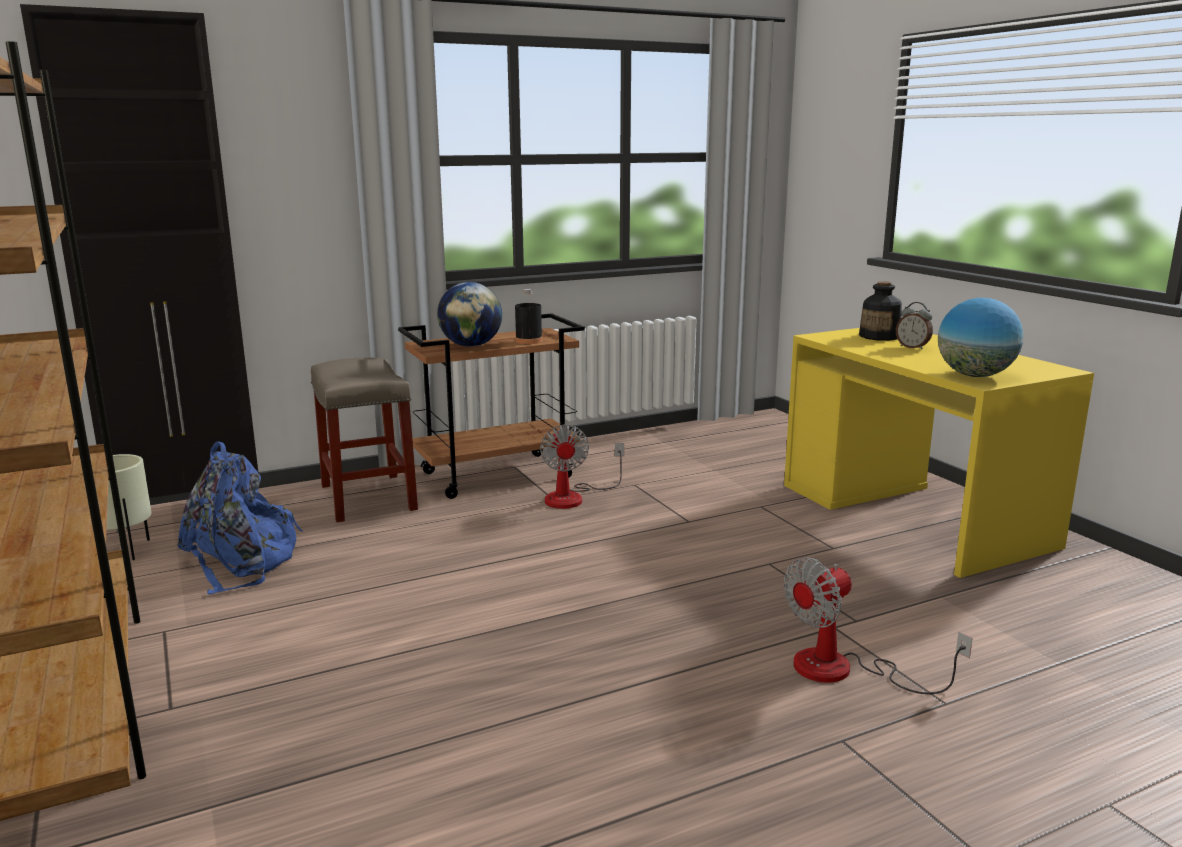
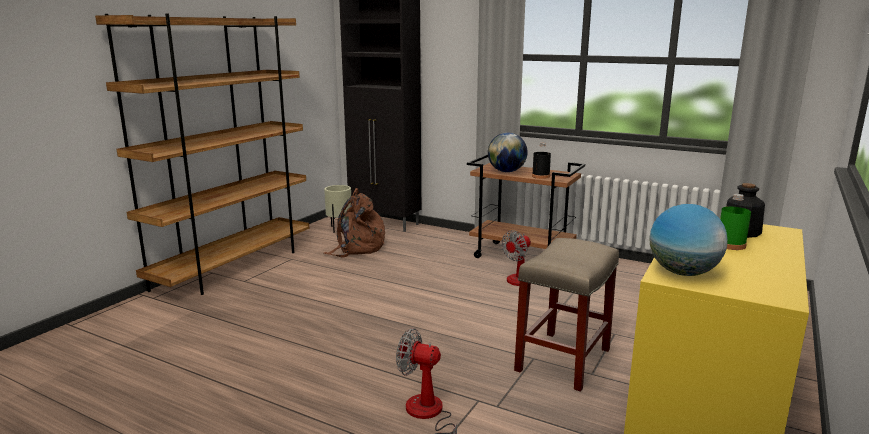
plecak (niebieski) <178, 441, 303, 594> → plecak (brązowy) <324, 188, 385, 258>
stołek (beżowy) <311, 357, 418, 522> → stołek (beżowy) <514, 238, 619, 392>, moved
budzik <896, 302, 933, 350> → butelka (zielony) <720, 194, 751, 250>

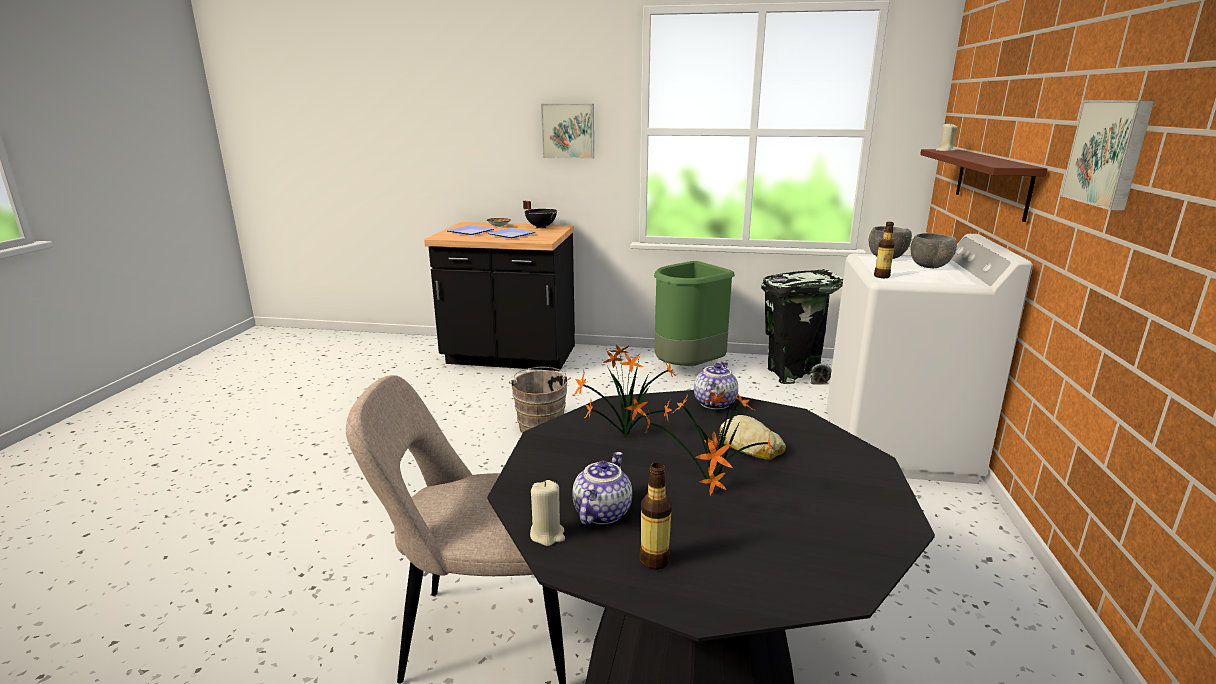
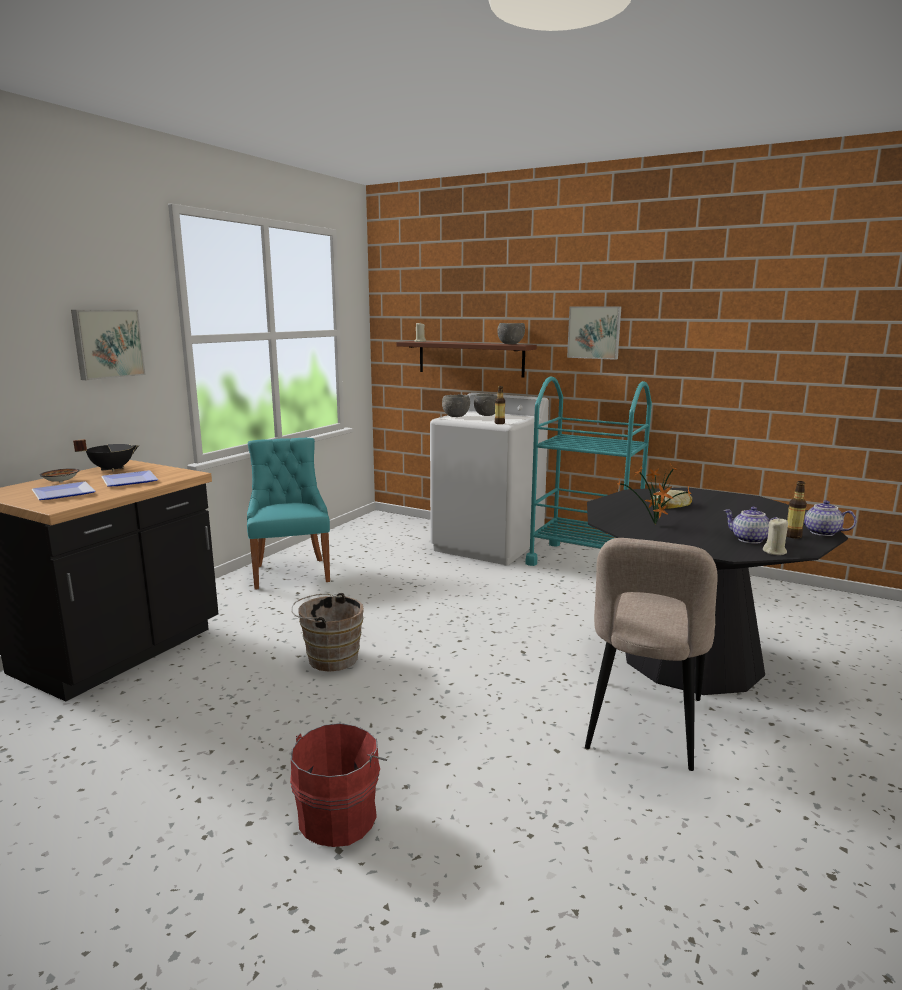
roślina doniczkowa <645, 390, 772, 495> → -
kosz na śmieci (zielony) <654, 261, 735, 366> → krzesło (turkusowy) <247, 438, 330, 590>
imbryk <694, 361, 738, 410> → imbryk <803, 500, 857, 536>, moved
kosz na śmieci (czarny) <761, 269, 843, 385> → -
- → wiadro (czerwony) <290, 723, 387, 847>
- → miska (szary) <497, 323, 525, 344>
- → wózek (turkusowy) <525, 377, 652, 566>

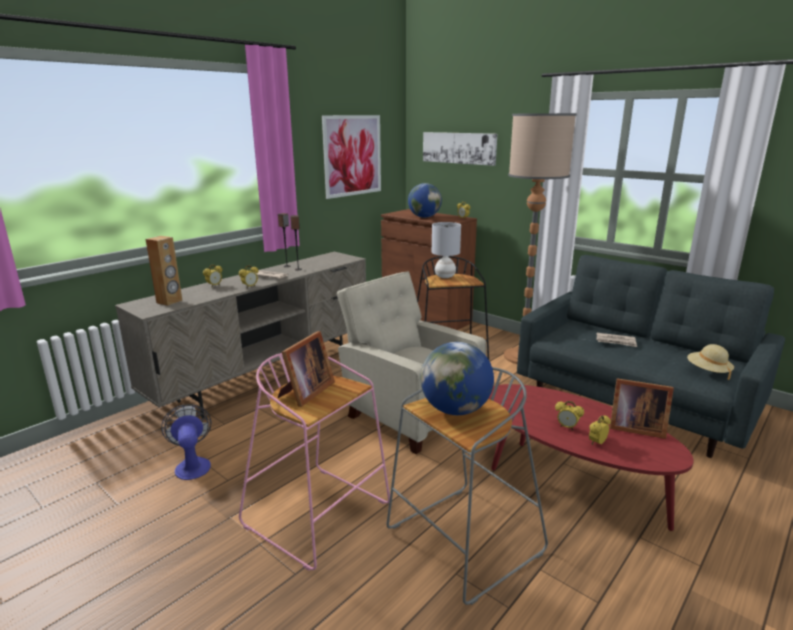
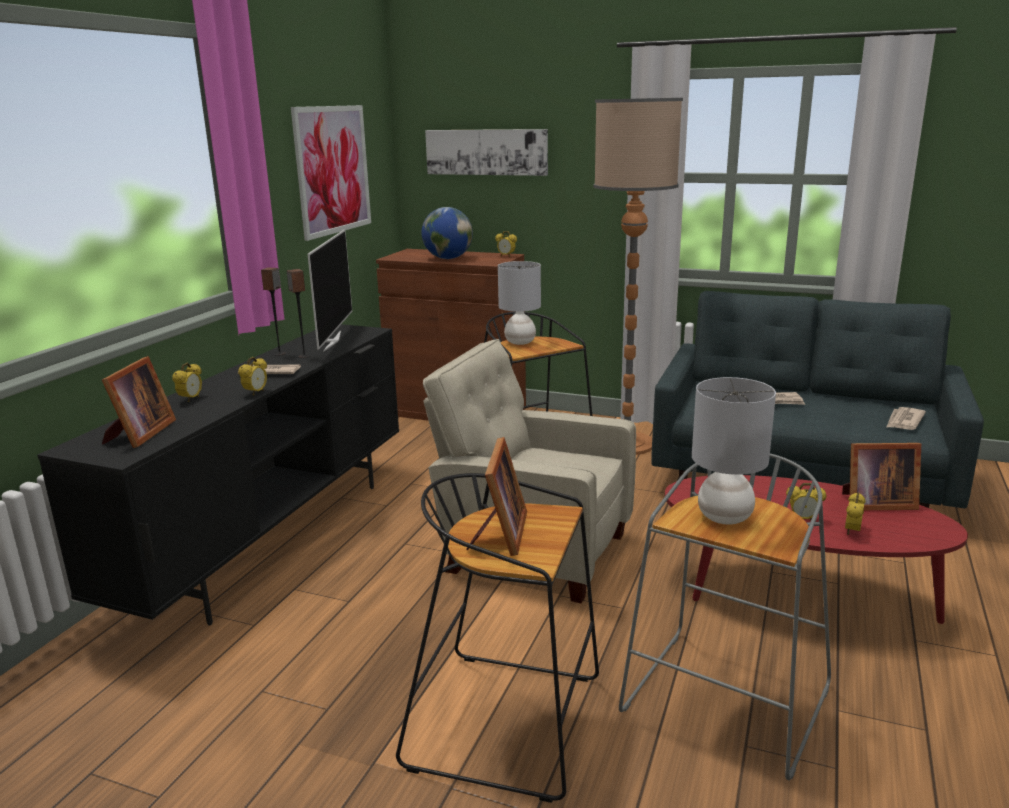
szafka pod telewizor (beżowy) <115, 252, 366, 419> → szafka pod telewizor (czarny) <37, 324, 399, 626>
głośnik (brązowy) <146, 236, 183, 306> → ramka na zdjęcie <102, 356, 176, 448>
wentylator <161, 404, 211, 480> → -
stołek (różowy) <239, 353, 390, 571> → stołek (czarny) <396, 473, 599, 803>
globus <420, 342, 494, 415> → lampa stołowa (szary) <692, 377, 776, 525>
kapelusz (beżowy) <687, 344, 734, 380> → gazeta <886, 407, 926, 430>
- → telewizor <307, 229, 352, 352>

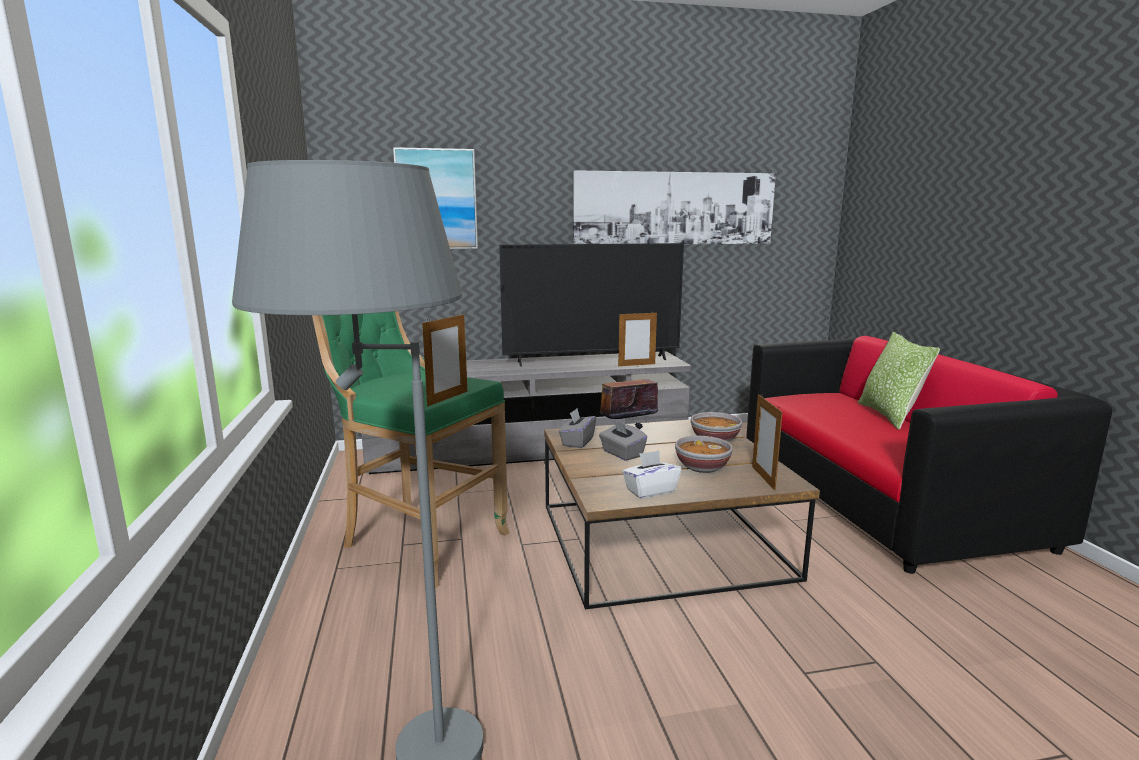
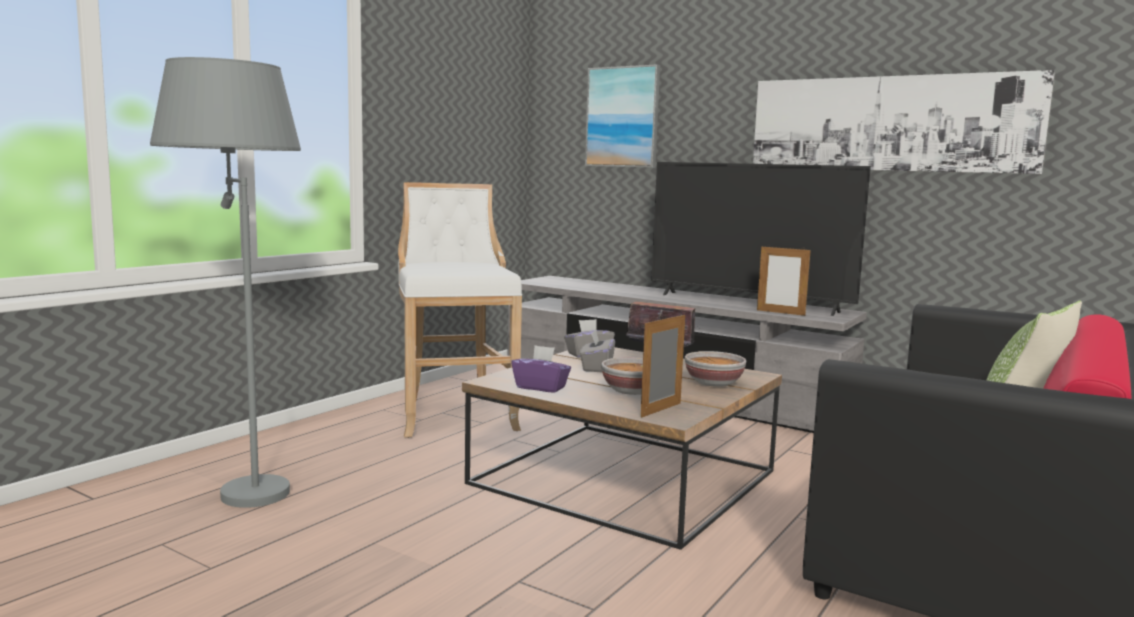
stołek (zielony) <312, 311, 510, 588> → stołek (biały) <398, 182, 522, 438>
ramka na zdjęcie <422, 313, 467, 406> → -
pudełko chusteczek (biały) <622, 450, 681, 498> → pudełko chusteczek (fioletowy) <511, 345, 571, 393>

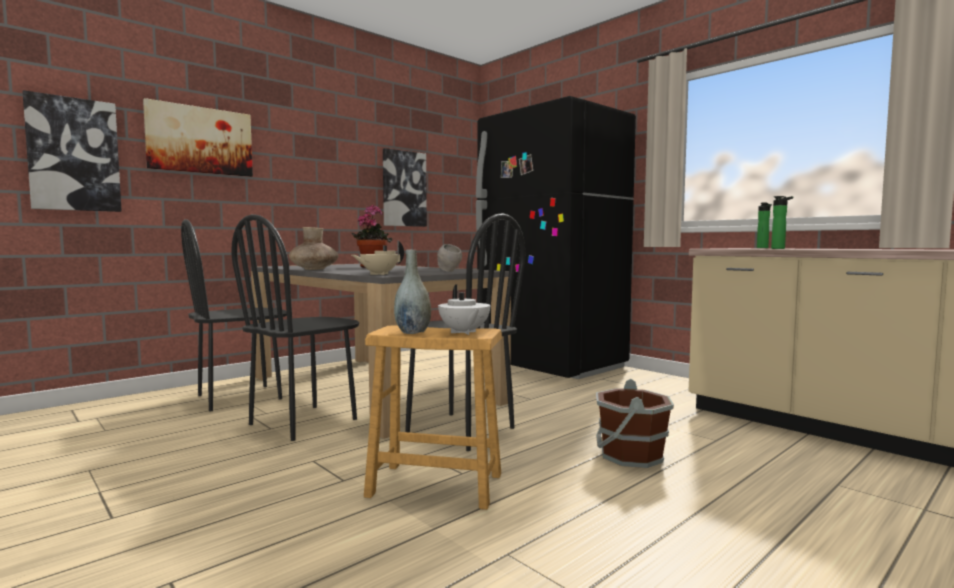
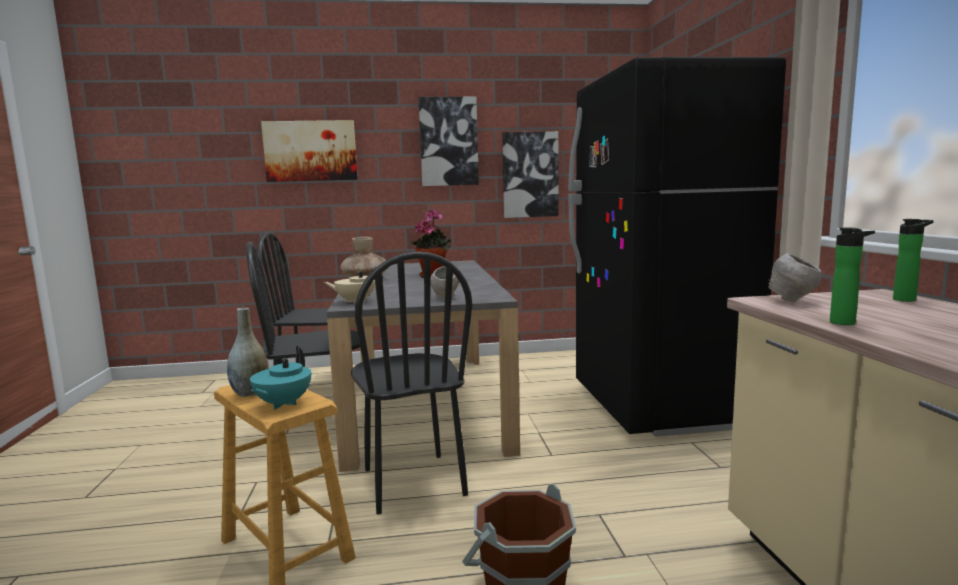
obraz <23, 90, 122, 212> → obraz <418, 96, 479, 186>, moved
imbryk (biały) <438, 285, 490, 335> → imbryk (turkusowy) <250, 346, 311, 410>
- → miska (szary) <768, 253, 821, 302>

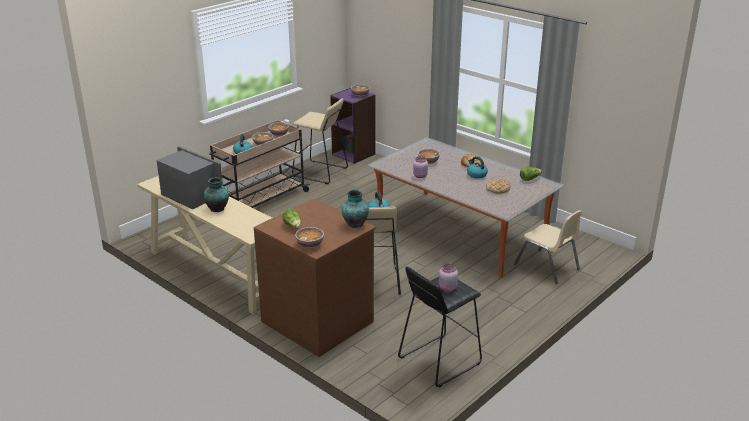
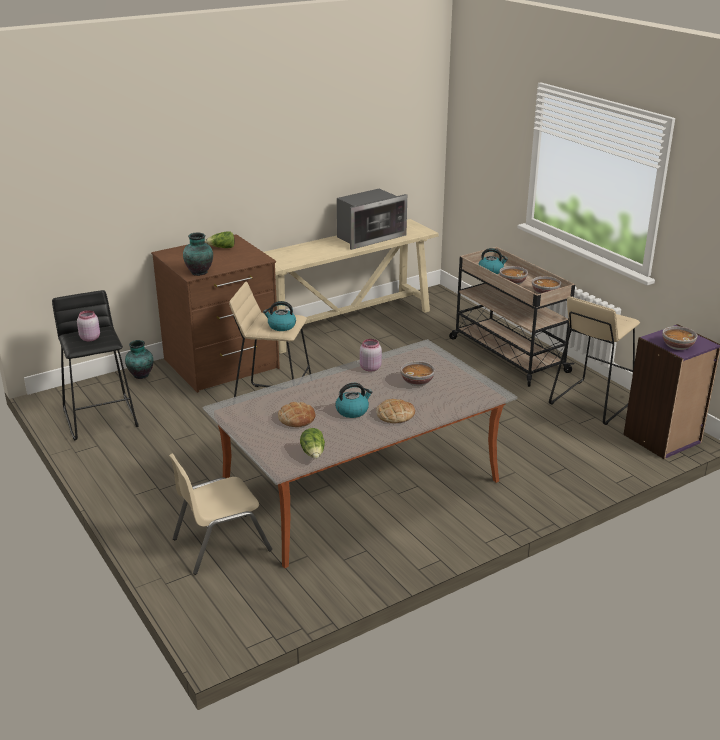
wazon <204, 177, 229, 212> → wazon <125, 340, 153, 379>, moved
miska <295, 227, 324, 248> → -

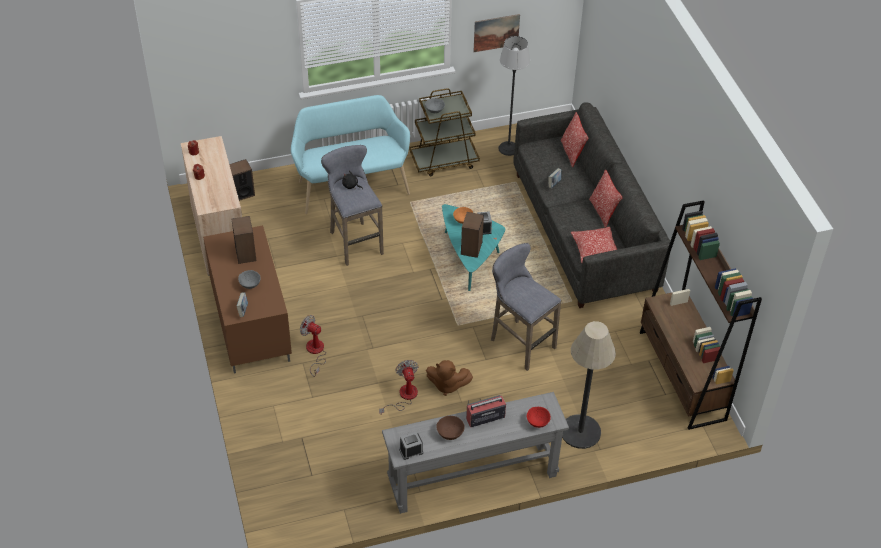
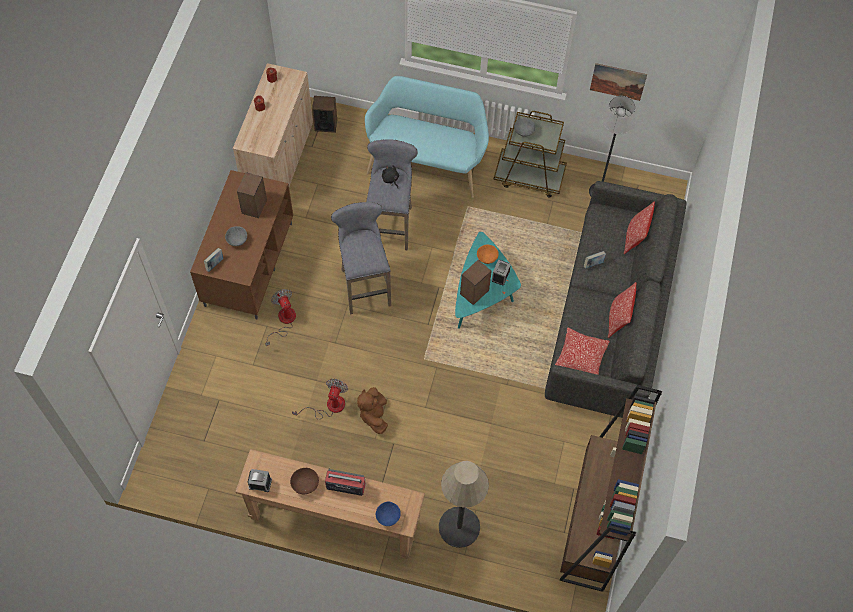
stolik konsolowy (szary) <382, 392, 569, 514> → stolik konsolowy (brązowy) <235, 449, 425, 559>
pluszak (brązowy) <426, 360, 473, 396> → pluszak (brązowy) <357, 387, 388, 434>, 45 degrees clockwise
stołek (szary) <491, 243, 561, 371> → stołek (szary) <331, 202, 391, 314>, moved
miska (czerwony) <527, 407, 551, 428> → miska (niebieski) <376, 501, 401, 526>

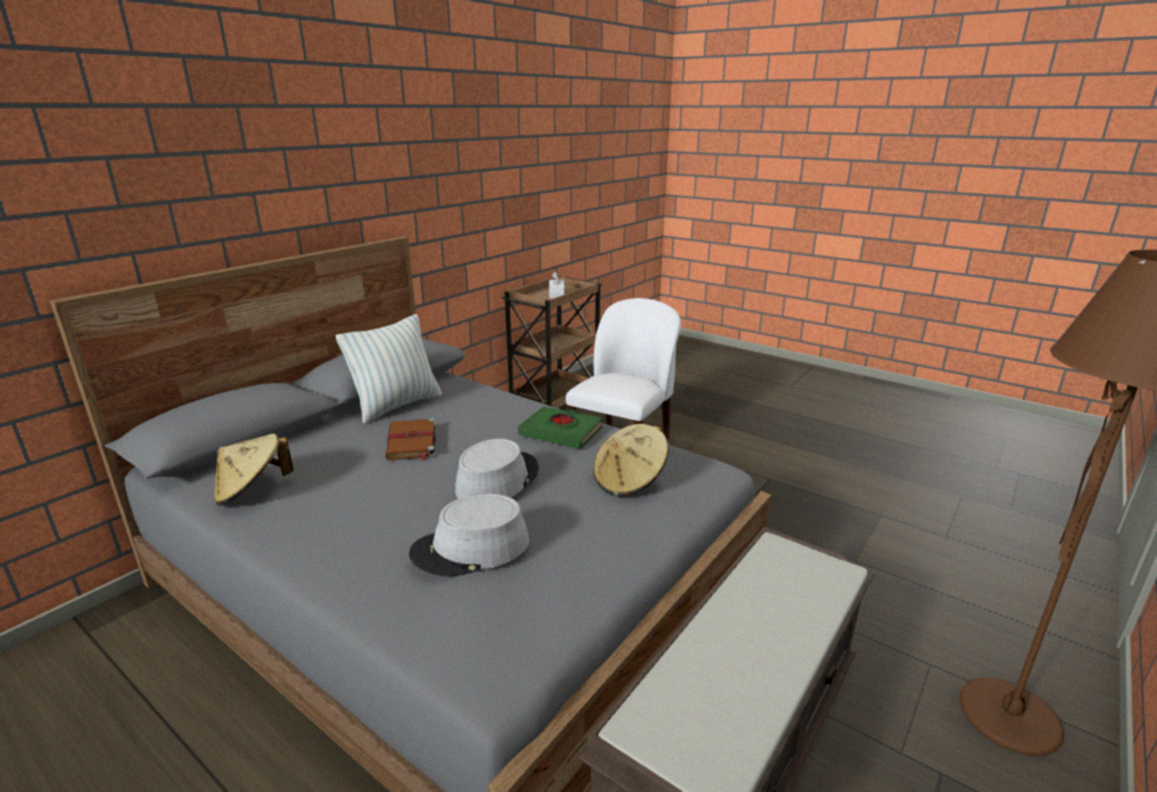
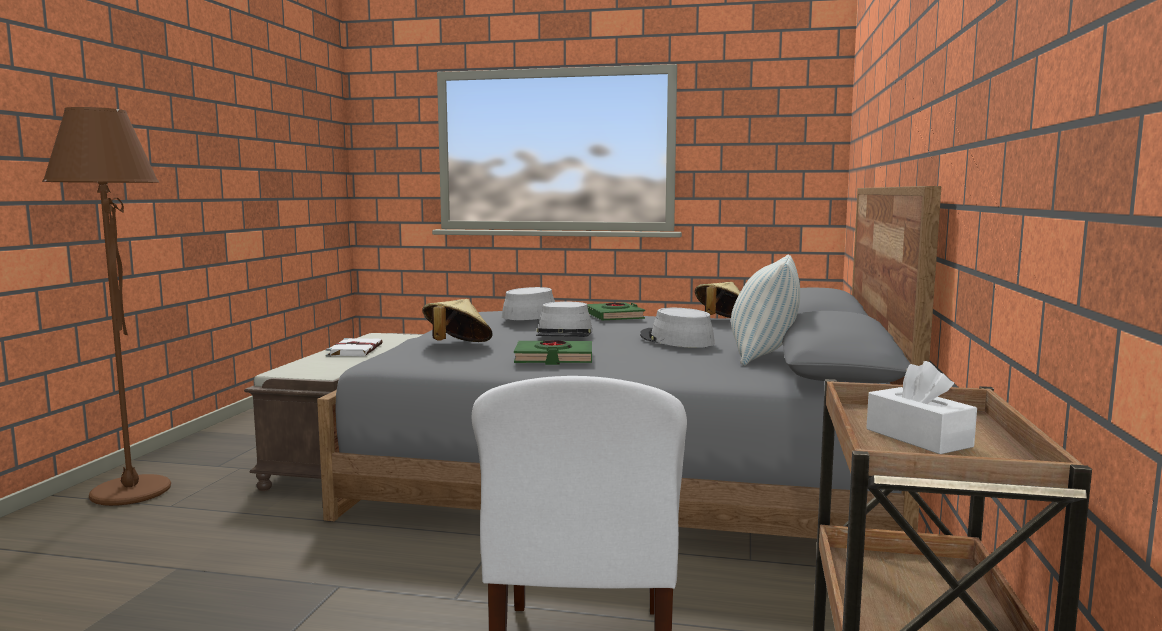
książka (brązowy) <385, 418, 436, 461> → kapelusz (szary) <640, 308, 715, 348>
- → książka (biały) <326, 338, 383, 357>
- → książka (zielony) <587, 302, 645, 320>

